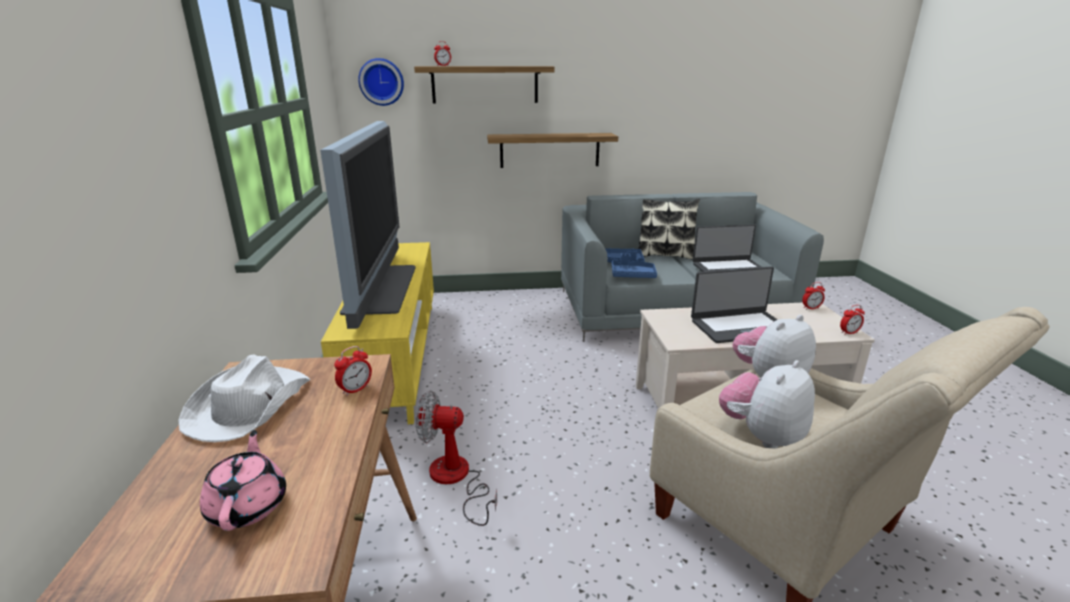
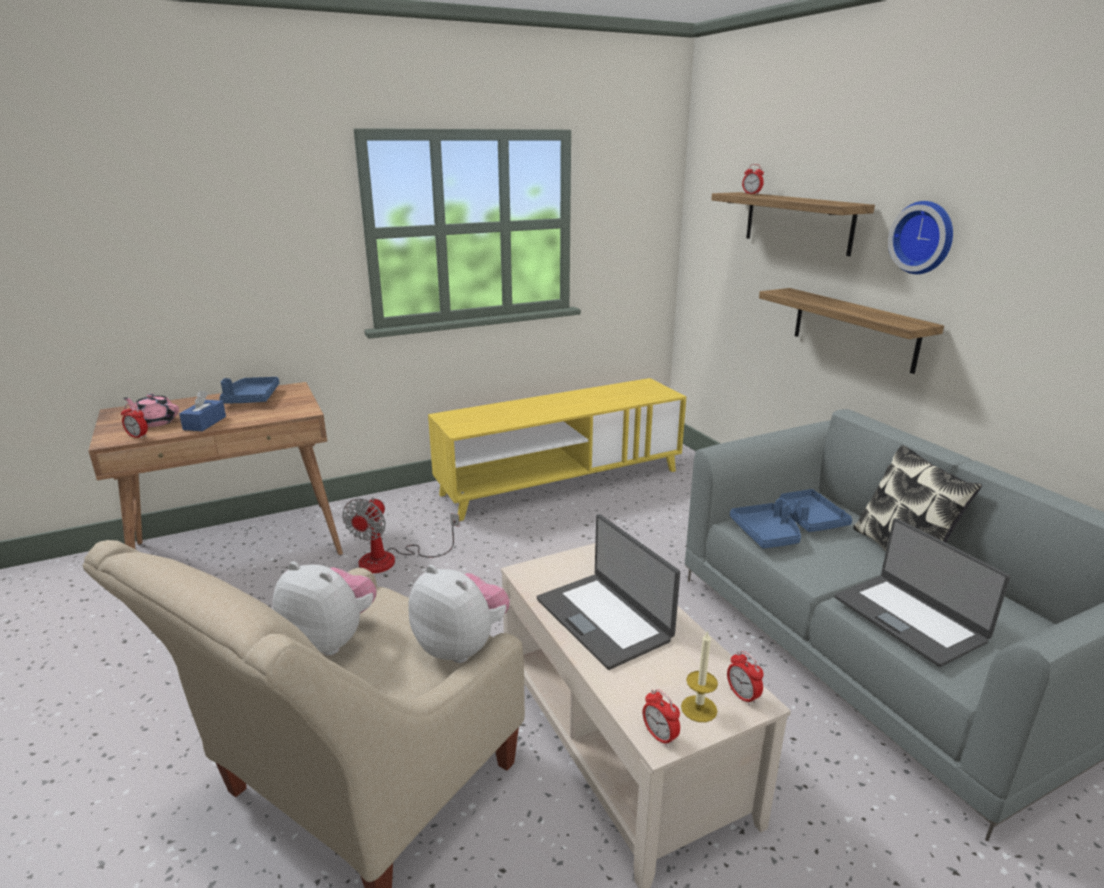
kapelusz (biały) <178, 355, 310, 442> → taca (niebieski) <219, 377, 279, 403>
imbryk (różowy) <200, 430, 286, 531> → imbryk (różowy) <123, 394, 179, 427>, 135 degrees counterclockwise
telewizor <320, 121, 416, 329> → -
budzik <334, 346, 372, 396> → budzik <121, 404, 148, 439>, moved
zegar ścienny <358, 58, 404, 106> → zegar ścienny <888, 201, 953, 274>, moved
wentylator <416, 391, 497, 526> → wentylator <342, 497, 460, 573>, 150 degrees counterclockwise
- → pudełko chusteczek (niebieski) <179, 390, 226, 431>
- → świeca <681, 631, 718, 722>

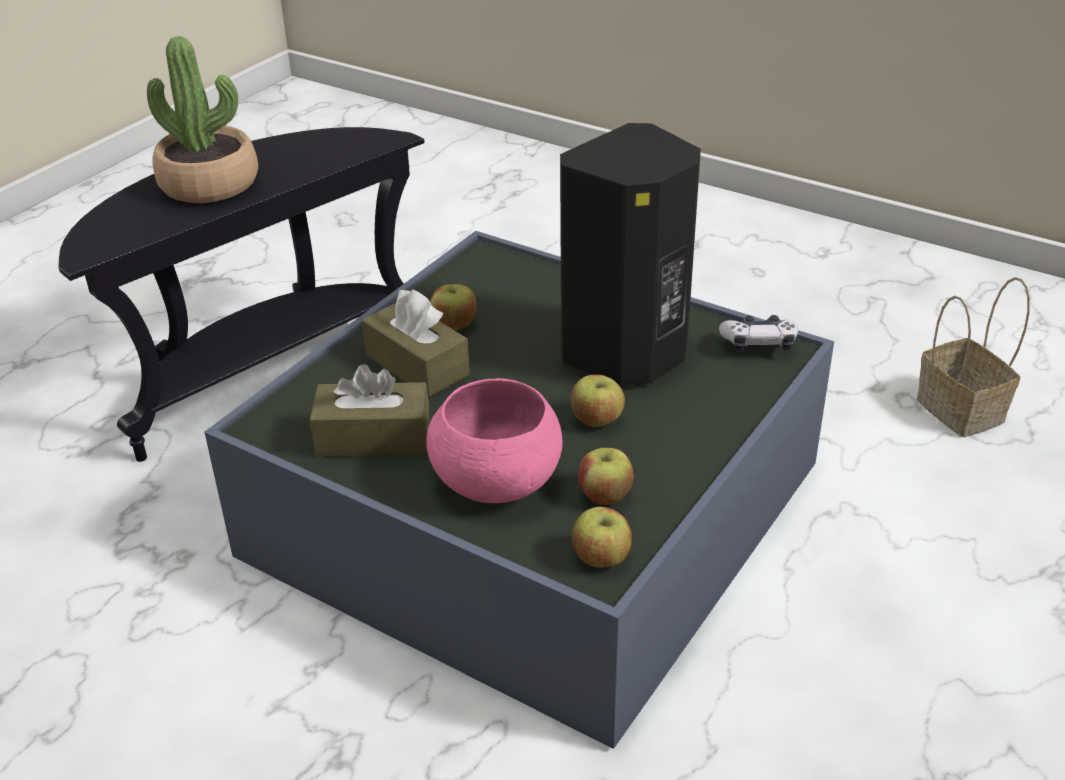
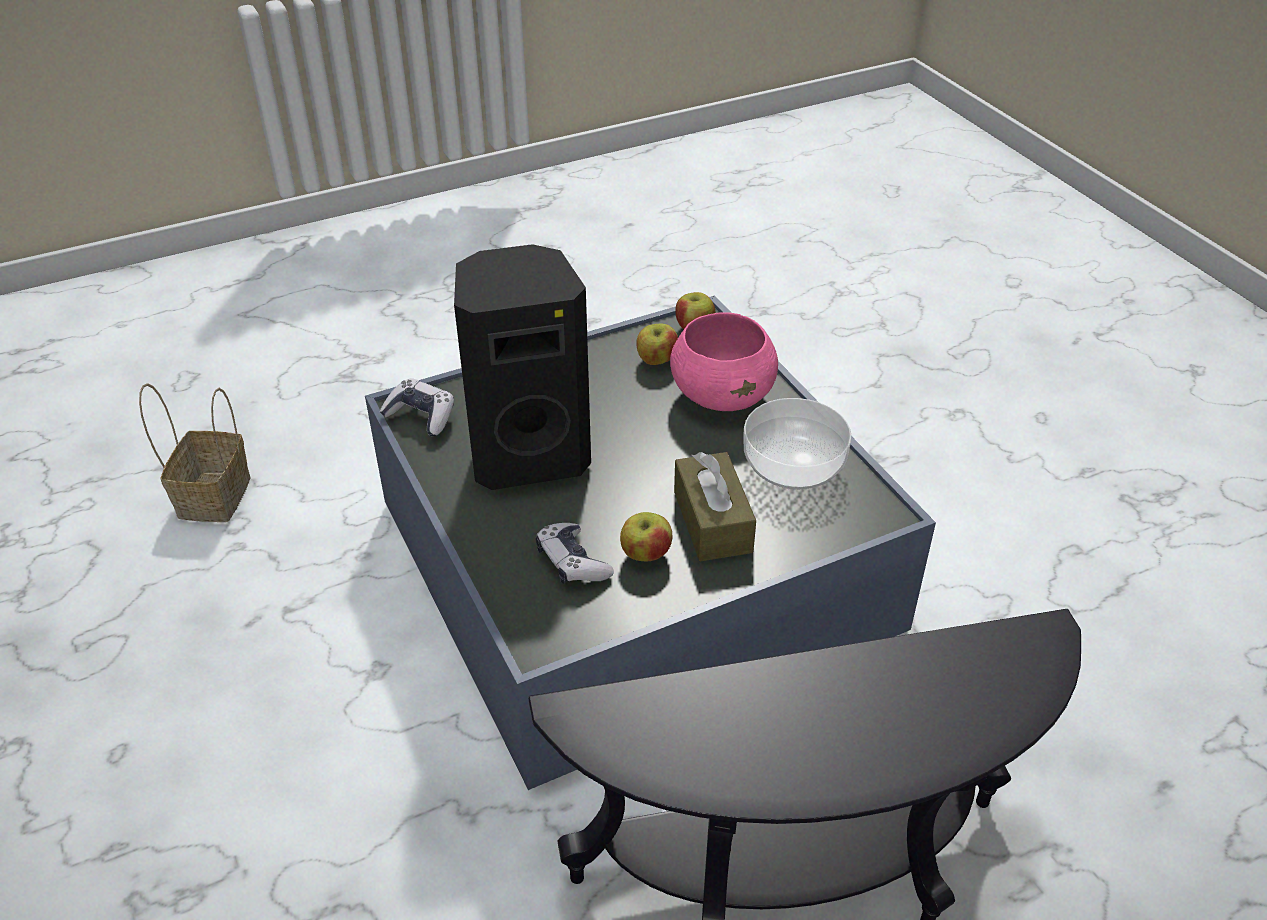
roślina doniczkowa <147, 36, 258, 203> → -
pudełko chusteczek (brązowy) <309, 364, 430, 457> → miska <743, 398, 852, 490>
jabłko <571, 375, 625, 427> → -
- → pad do gier <536, 523, 614, 584>

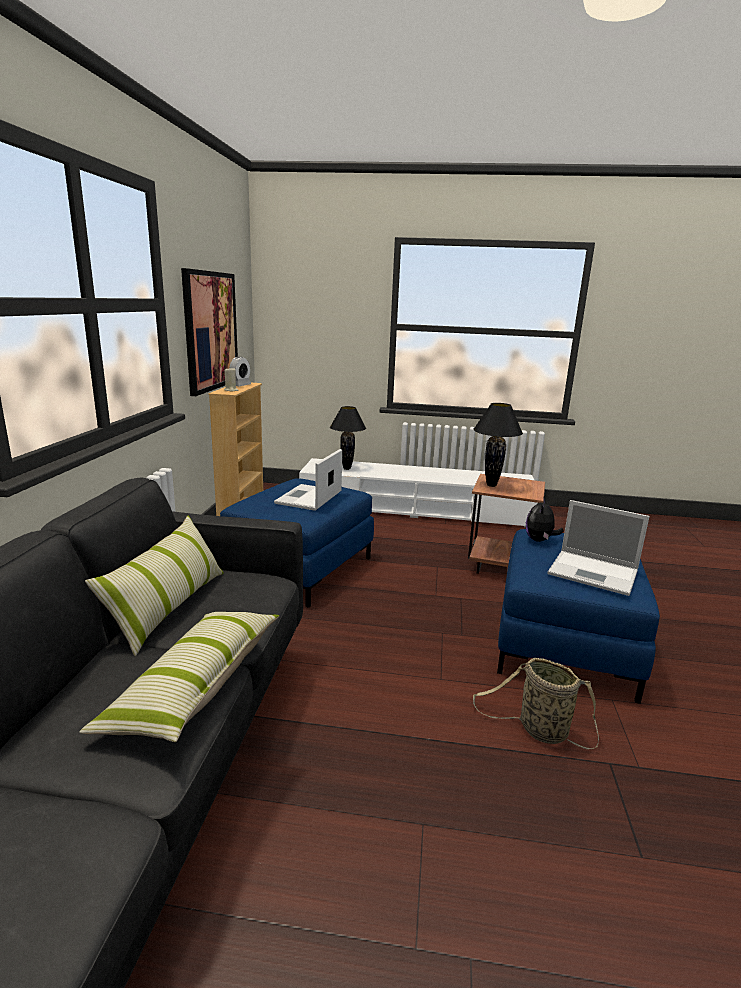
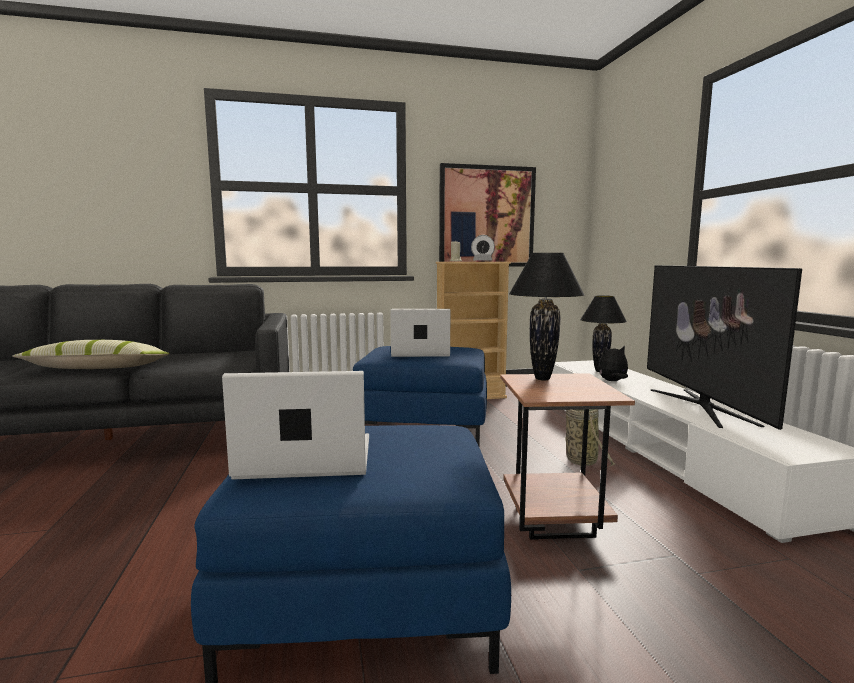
poduszka <85, 516, 224, 656> → -
koszyk <473, 658, 599, 749> → koszyk <565, 409, 615, 473>, moved
pluszak <526, 500, 564, 542> → pluszak <598, 346, 628, 381>, moved
laptop <548, 500, 650, 596> → laptop <222, 371, 369, 480>, 75 degrees clockwise
- → telewizor <647, 265, 802, 430>

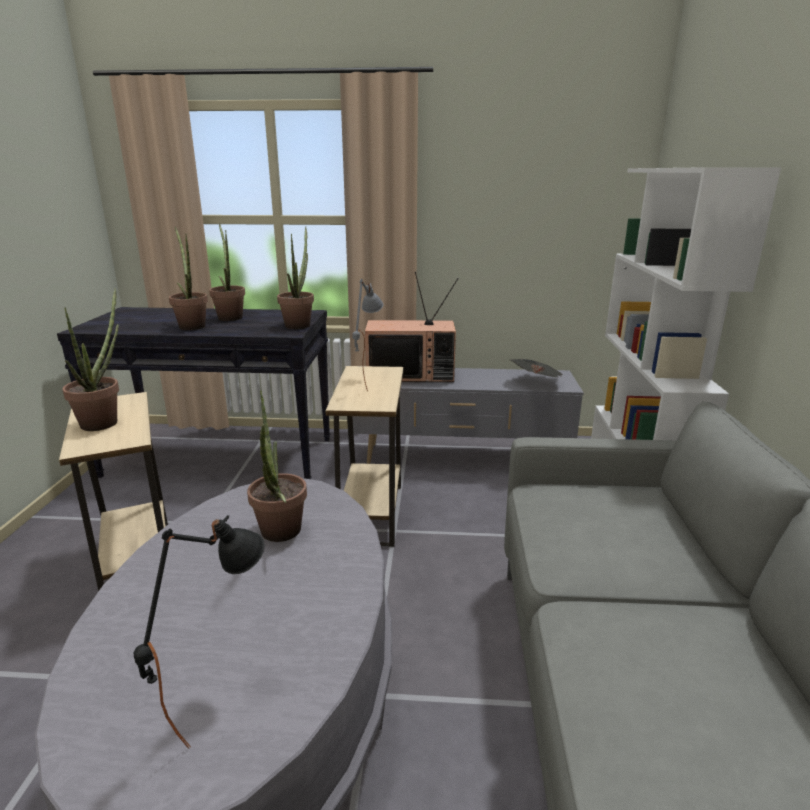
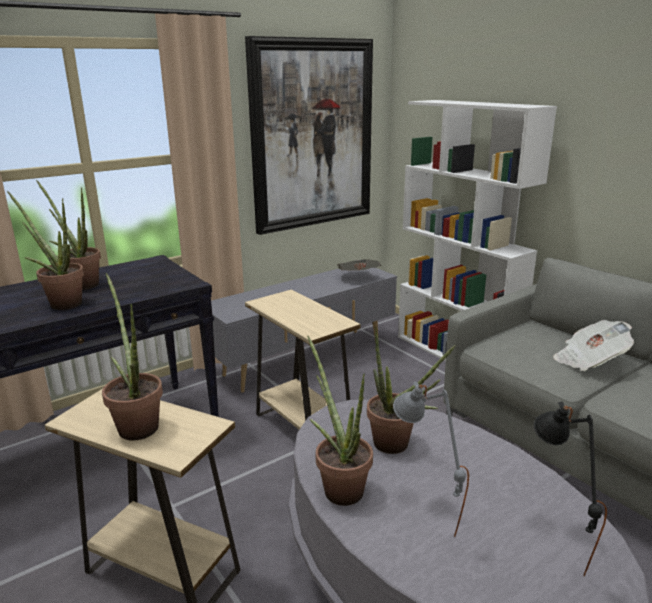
roślina doniczkowa <277, 226, 314, 329> → roślina doniczkowa <307, 336, 373, 506>, moved
lampa stołowa (szary) <352, 279, 383, 391> → lampa stołowa (szary) <393, 381, 469, 536>, moved
telewizor <365, 272, 459, 382> → -
- → obraz <245, 36, 373, 235>
- → gazeta <553, 320, 634, 371>

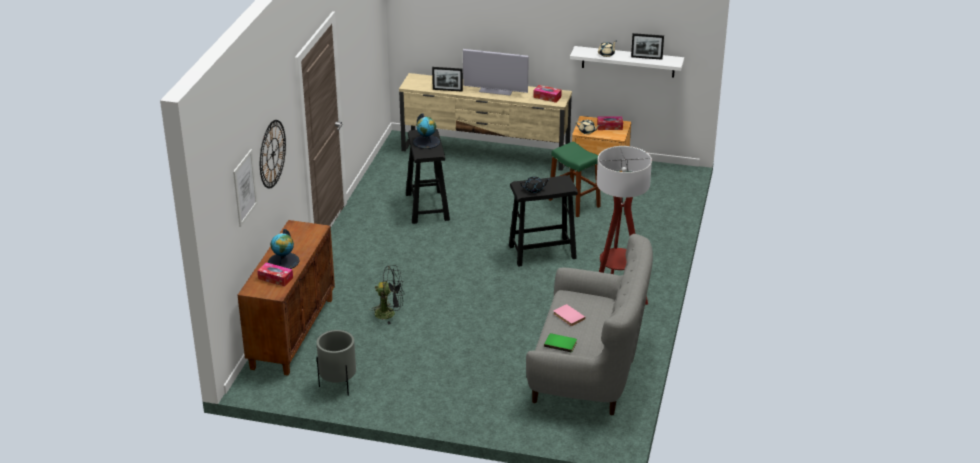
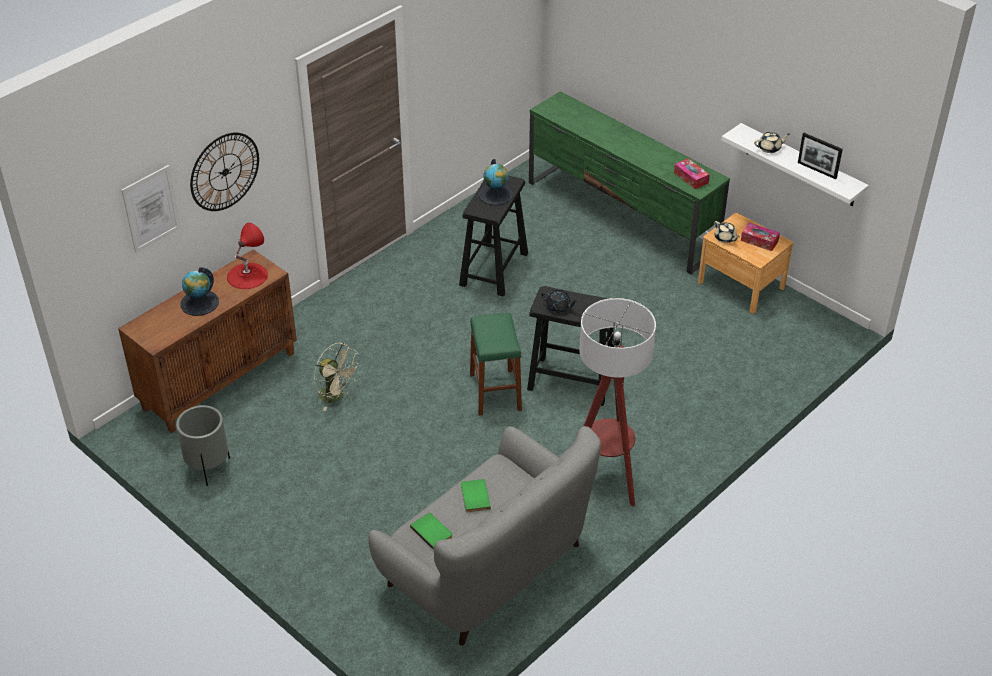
pudełko chusteczek <257, 262, 293, 287> → -
wentylator (czarny) <370, 265, 404, 324> → wentylator (beżowy) <314, 342, 361, 411>
szafka pod telewizor (beżowy) <399, 73, 572, 171> → szafka pod telewizor (zielony) <529, 91, 730, 274>
ramka na zdjęcie <432, 67, 463, 92> → -
telewizor <463, 49, 529, 95> → -
stołek (zielony) <549, 141, 600, 217> → stołek (zielony) <470, 313, 522, 416>, moved
książka (różowy) <553, 304, 585, 326> → książka (zielony) <461, 479, 491, 512>
- → lampa stołowa (czerwony) <227, 223, 268, 289>

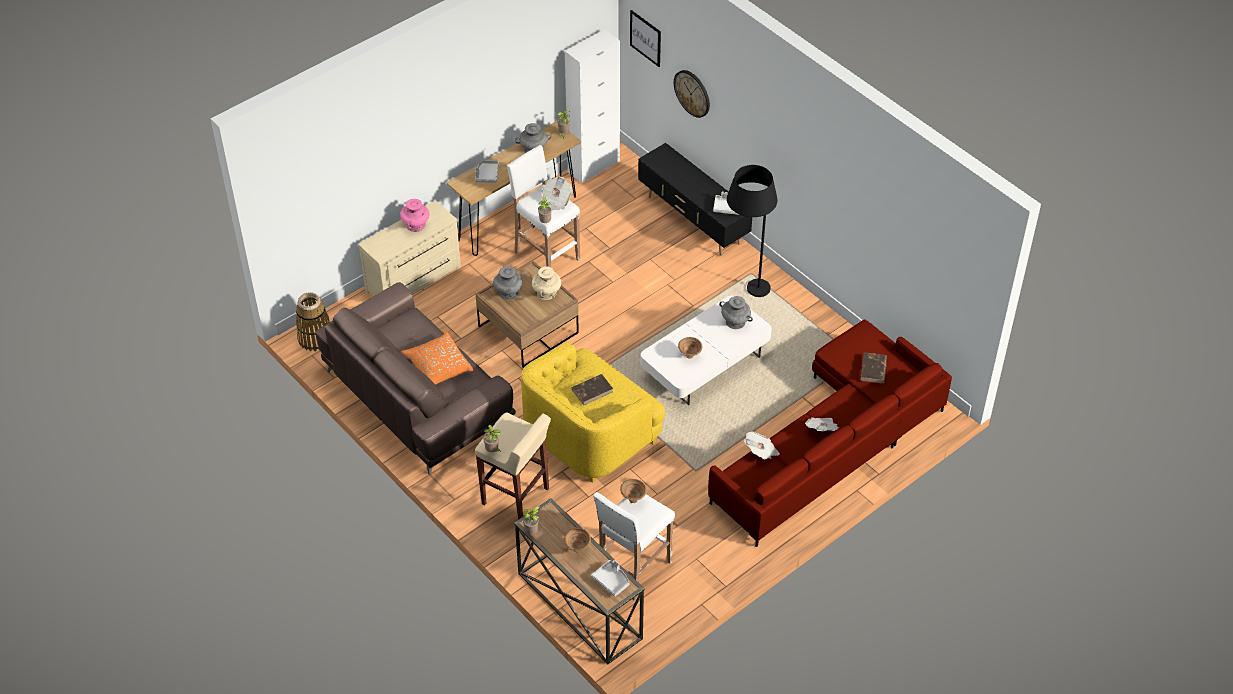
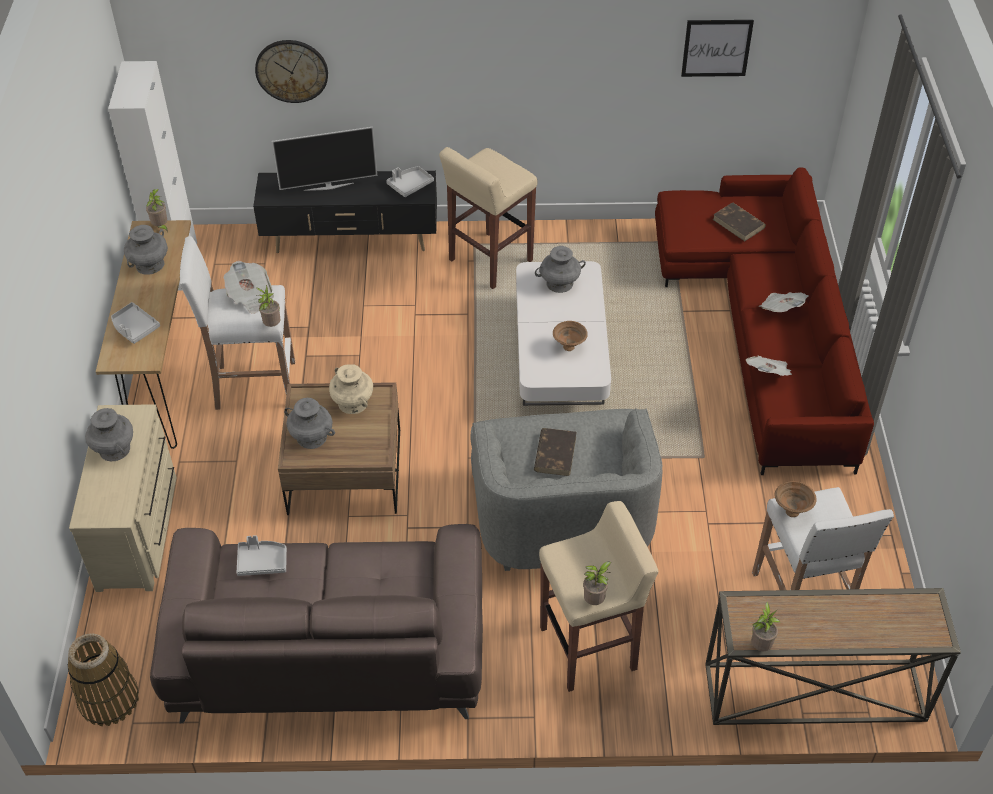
wazon (różowy) <400, 199, 430, 232> → wazon (szary) <85, 408, 133, 461>
poduszka (pomarańczowy) <402, 332, 473, 385> → -
fotel (żółty) <521, 341, 665, 483> → fotel (szary) <470, 408, 662, 571>
miska (brązowy) <564, 528, 591, 552> → -
taca (szary) <591, 560, 630, 597> → taca (szary) <237, 535, 287, 576>, moved
obraz <630, 10, 661, 67> → obraz <681, 20, 754, 77>, moved
lampa stojąca (czarny) <727, 165, 777, 297> → stołek (beżowy) <439, 147, 537, 289>
- → telewizor <272, 127, 377, 191>

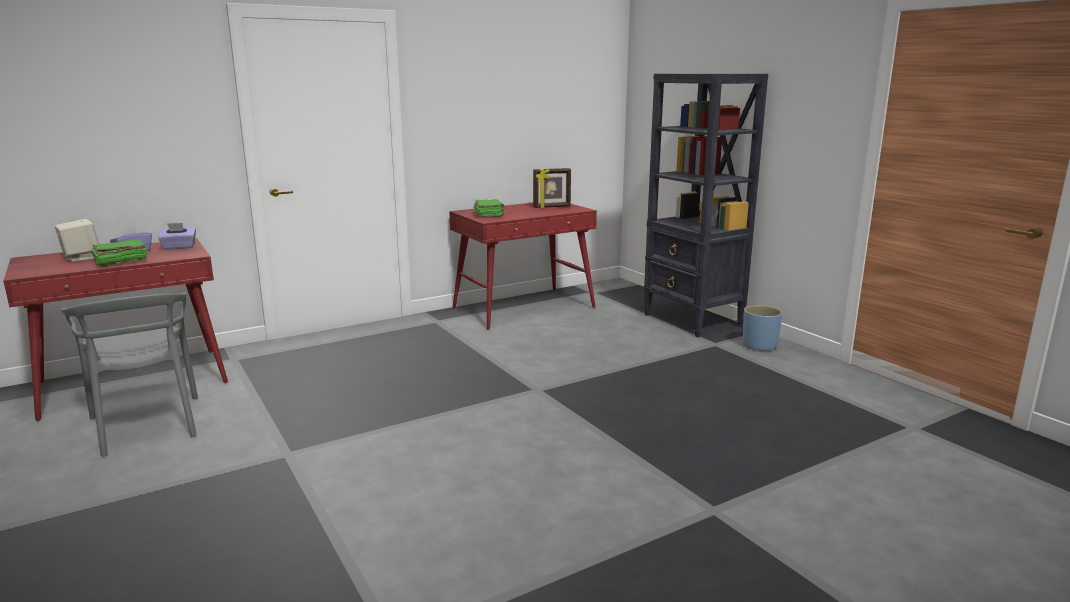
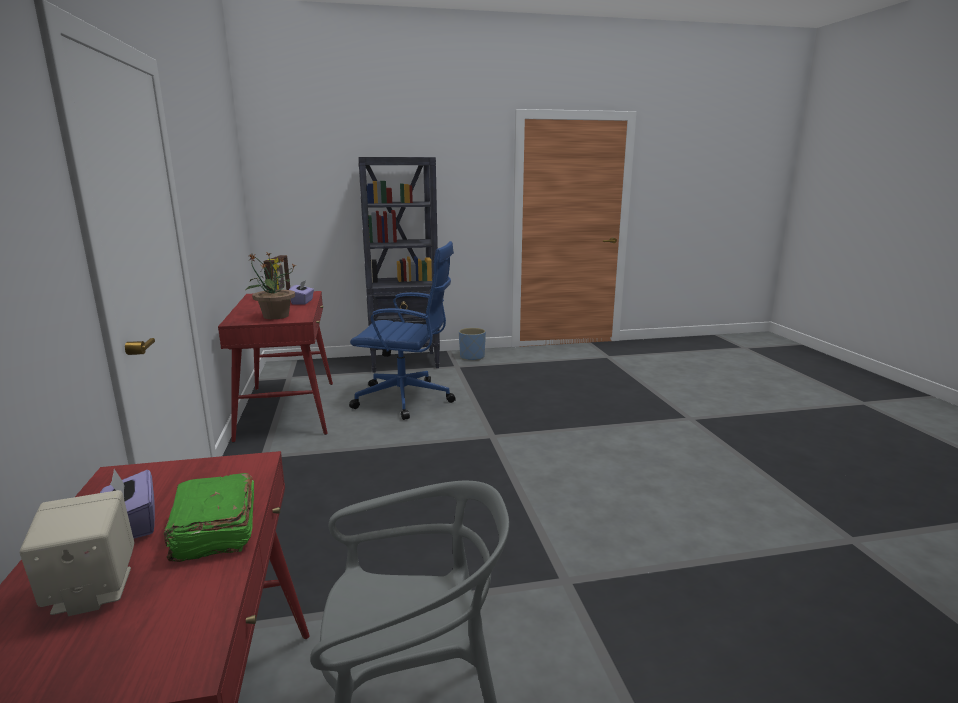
pudełko chusteczek (fioletowy) <158, 223, 196, 250> → pudełko chusteczek (fioletowy) <289, 280, 314, 305>, moved
książka (zielony) <474, 199, 505, 217> → roślina doniczkowa <245, 253, 295, 319>
- → krzesło biurowe (niebieski) <349, 241, 456, 420>

